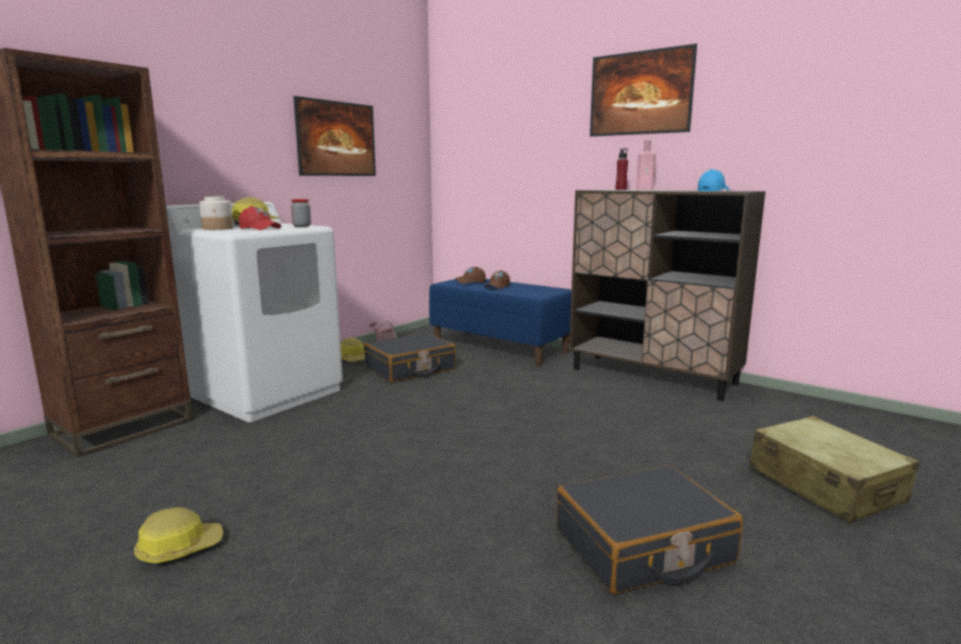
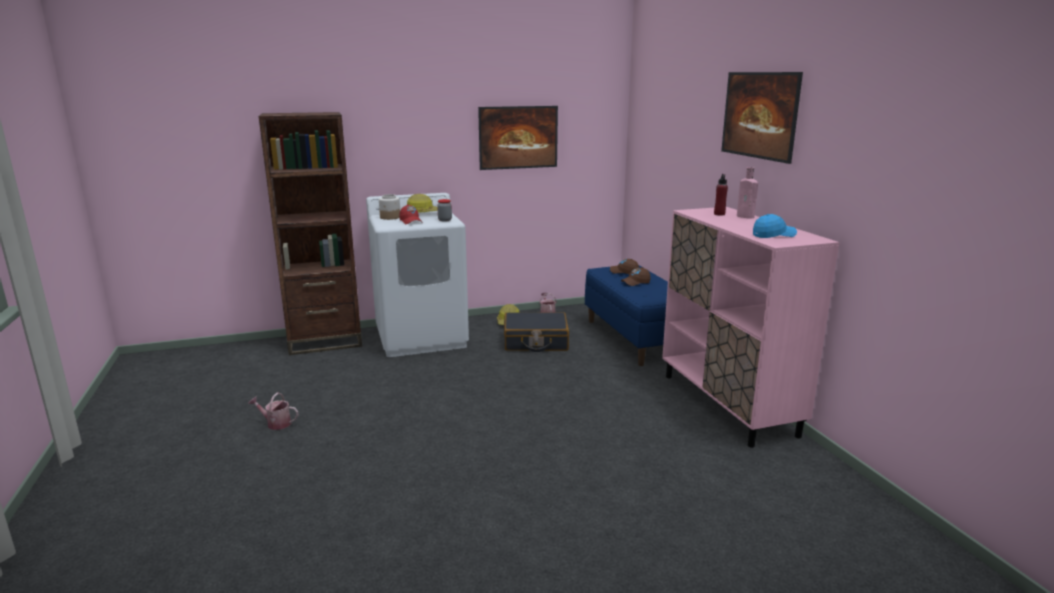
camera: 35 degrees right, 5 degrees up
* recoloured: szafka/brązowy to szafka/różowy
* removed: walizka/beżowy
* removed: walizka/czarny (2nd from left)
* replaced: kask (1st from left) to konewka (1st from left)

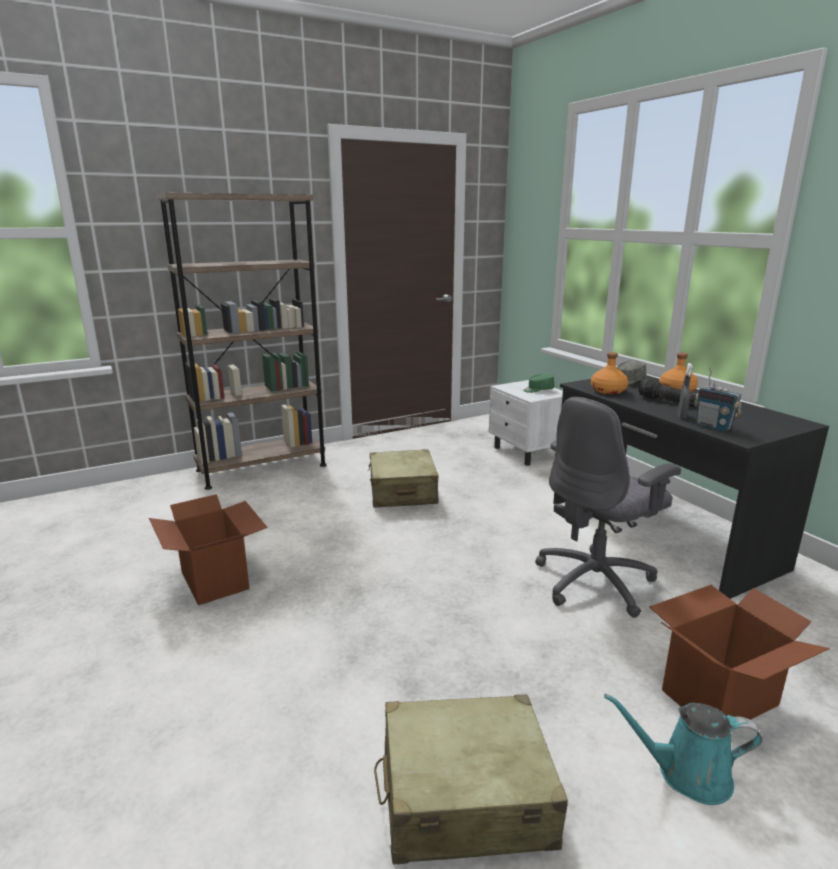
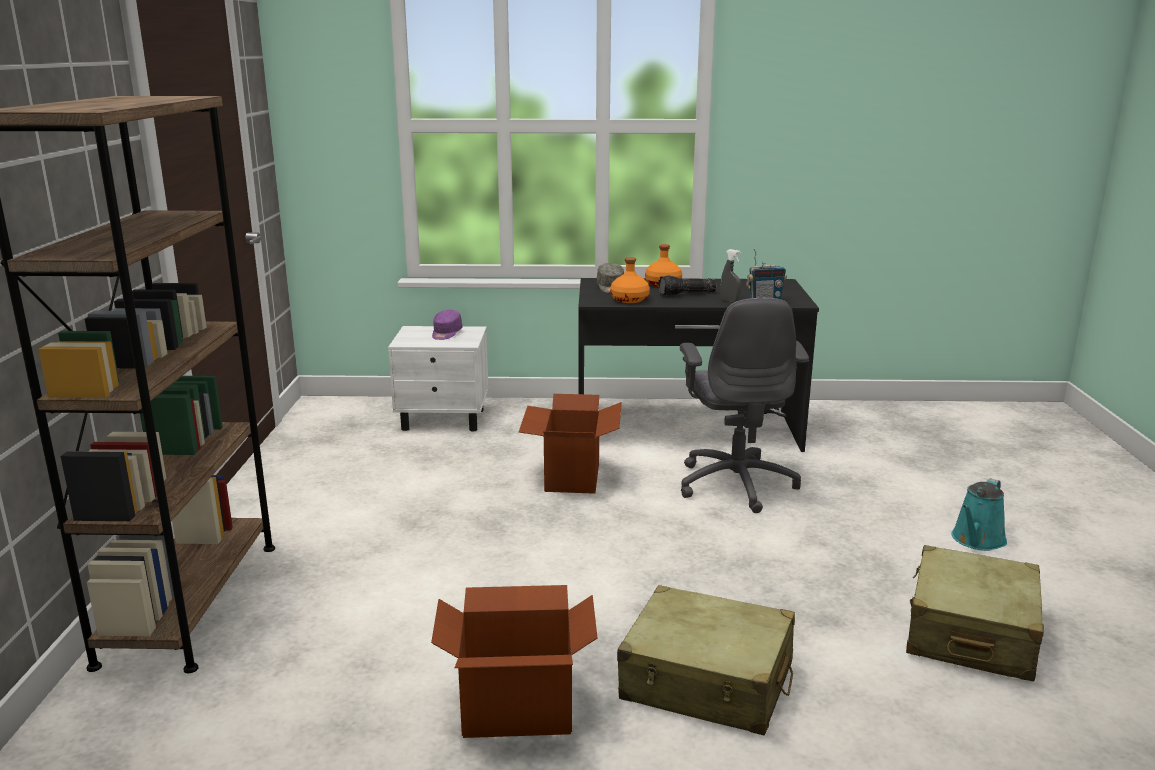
camera: 60 degrees left, 0 degrees up
* recoloured: czapka z daszkiem/zielony to czapka z daszkiem/fioletowy
* moved: walizka/beżowy (1st from left)
* moved: karton (2nd from left)

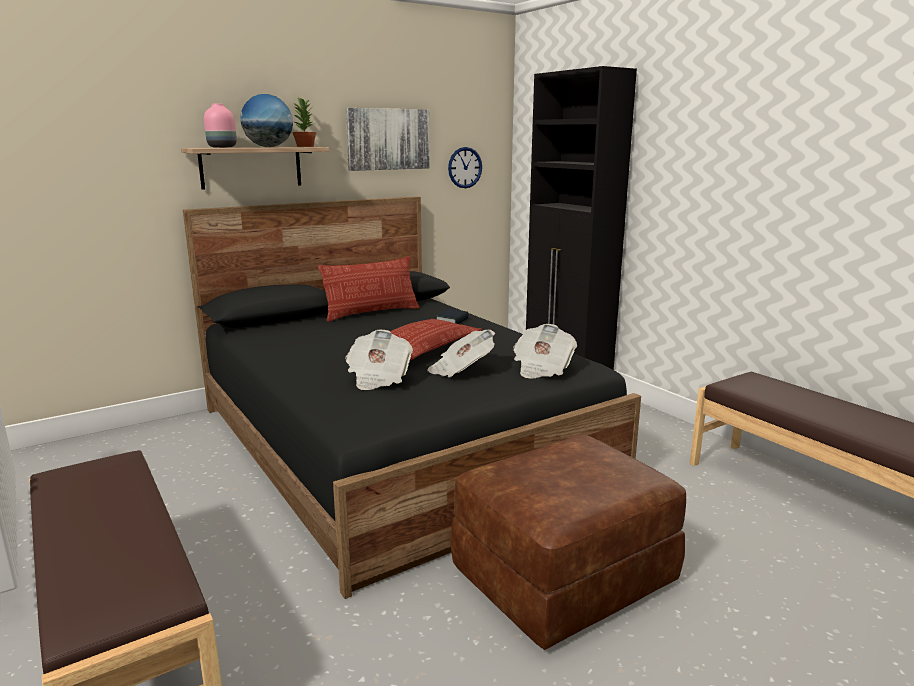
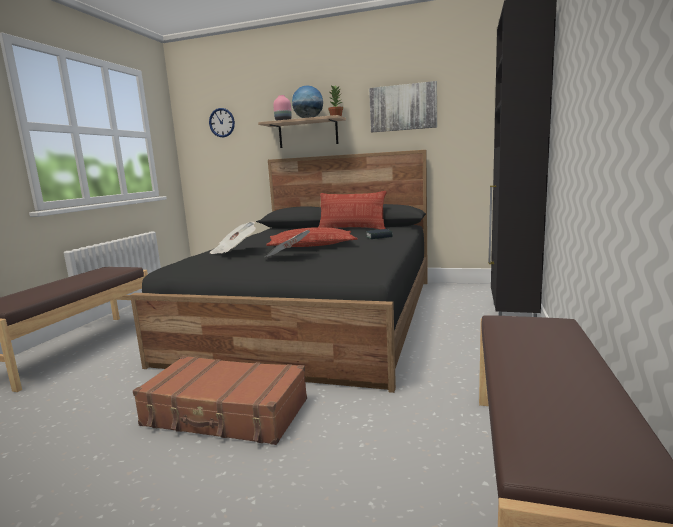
camera: 50 degrees right, 5 degrees down
* moved: zegar ścienny
* removed: gazeta (3rd from left)
* replaced: pufa/brązowy to walizka/brązowy

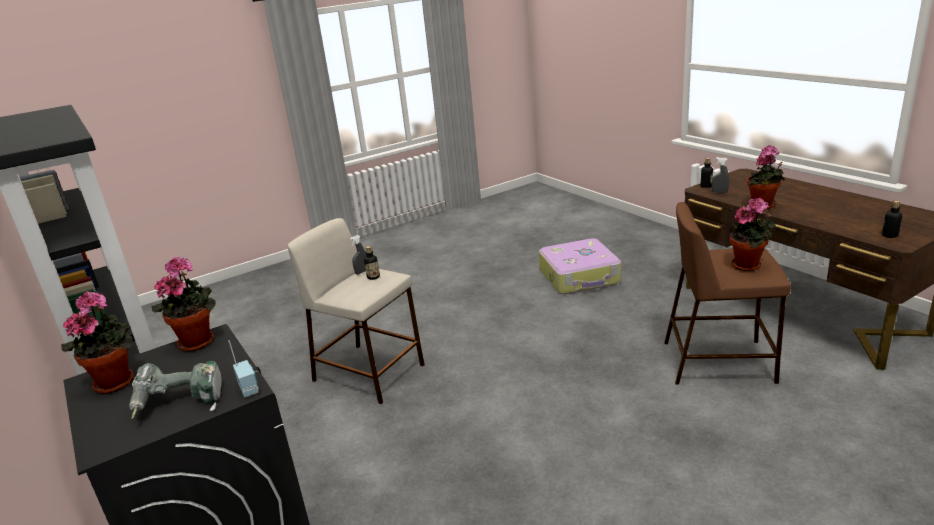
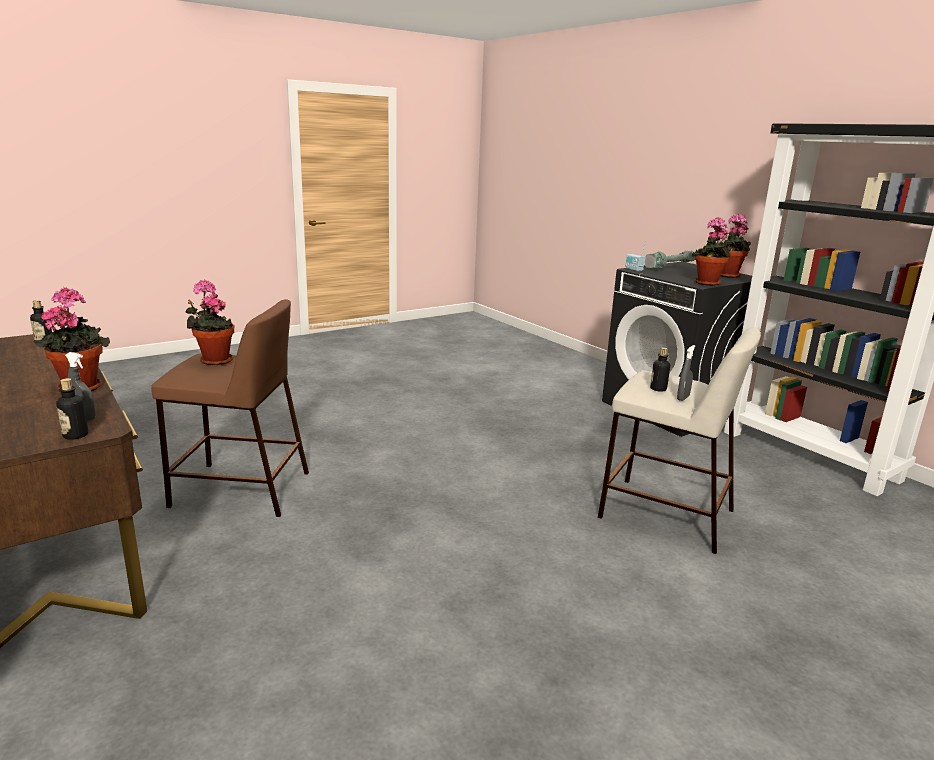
camera: 175 degrees right, 5 degrees down
* removed: walizka

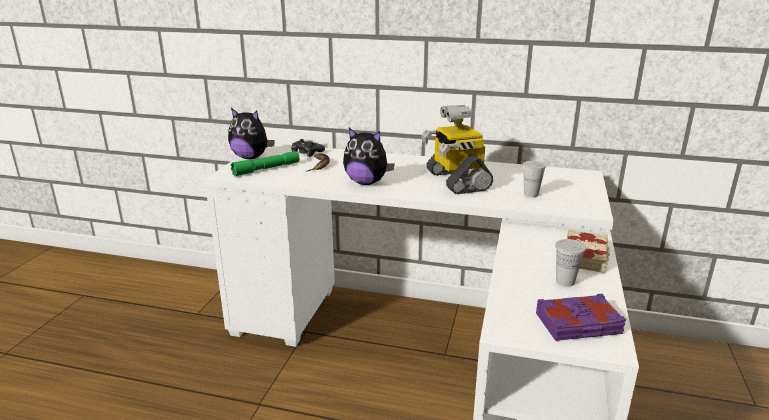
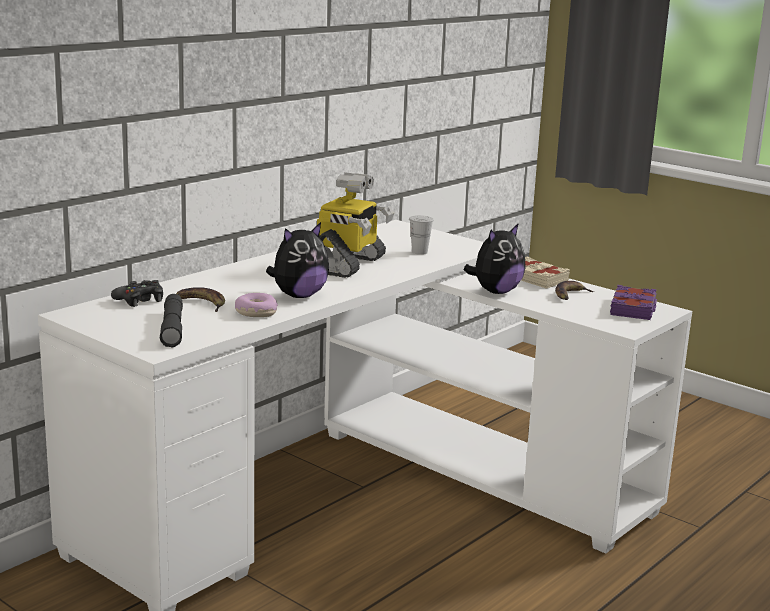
camera: 65 degrees left, 5 degrees down
* turned: robot zabawkowy 75 degrees counterclockwise
* moved: pluszak (1st from left in the first image) to pluszak (2nd from left)
* recoloured: latarka/zielony to latarka/szary
* replaced: filiżanka/biały (2nd from left) to banan (2nd from left)
* added: donut

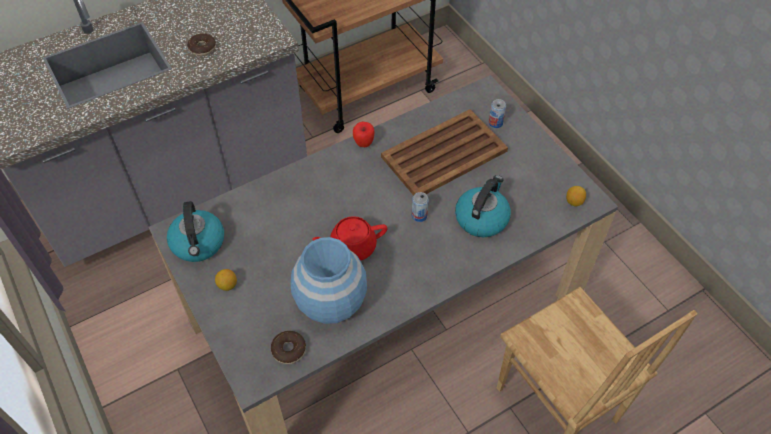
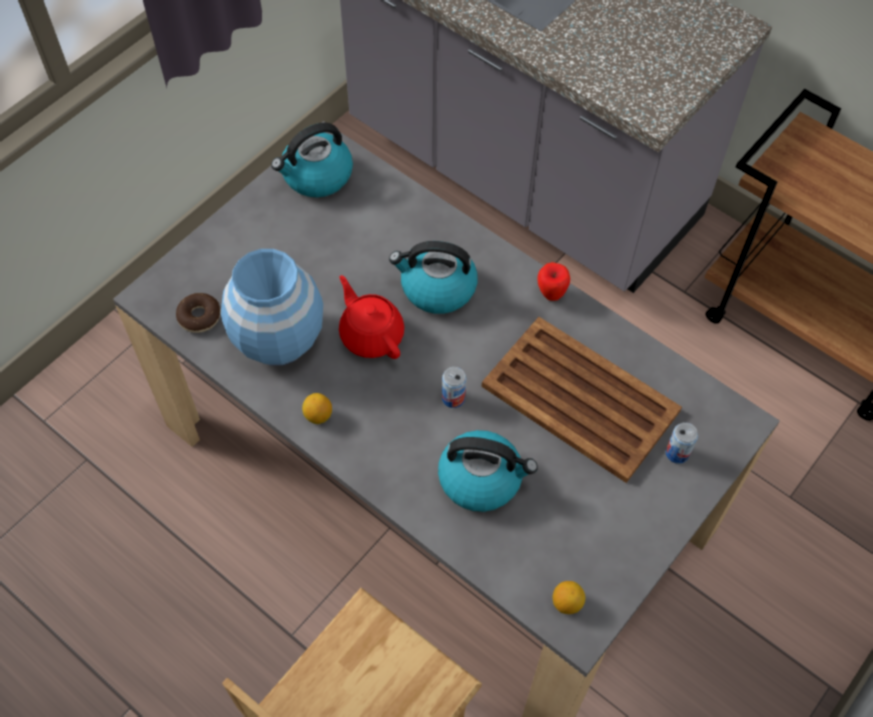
camera: 70 degrees right, 5 degrees up
* removed: donut (1st from left)
* moved: cytryna (1st from left)
* added: czajnik (2nd from left)

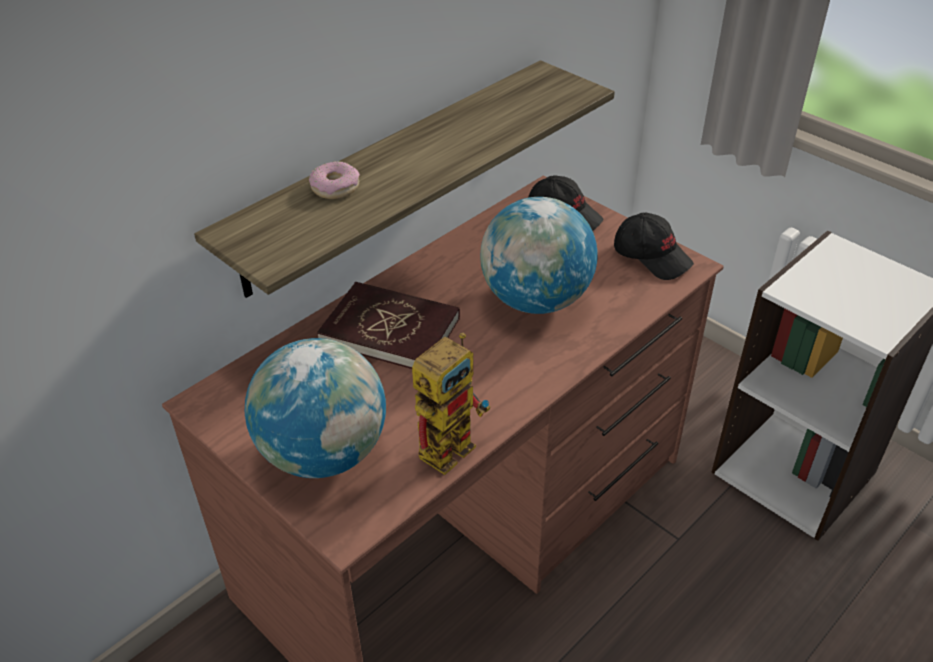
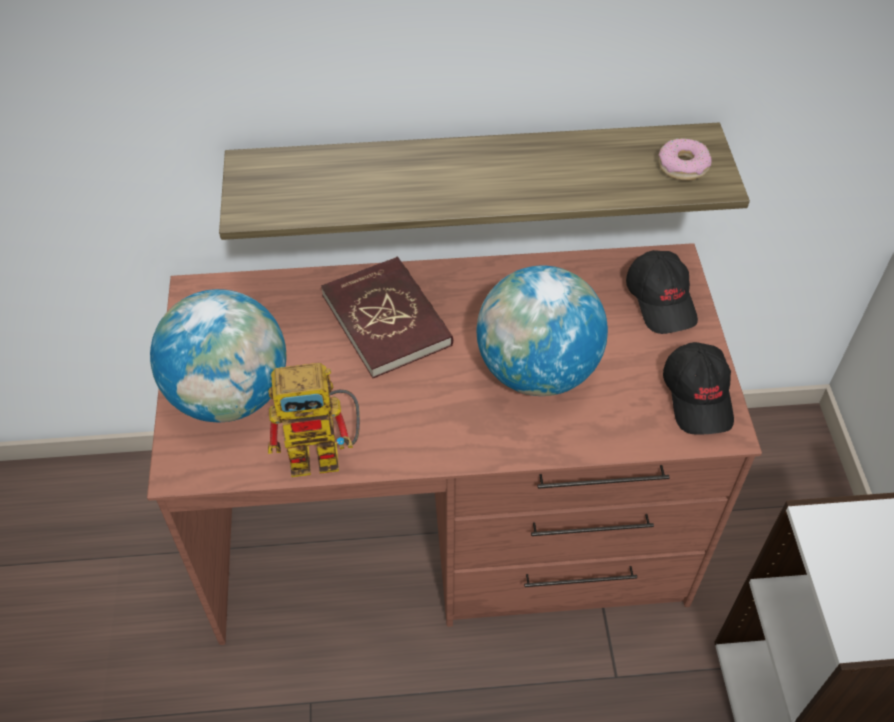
camera: 40 degrees right, 10 degrees up
* moved: donut

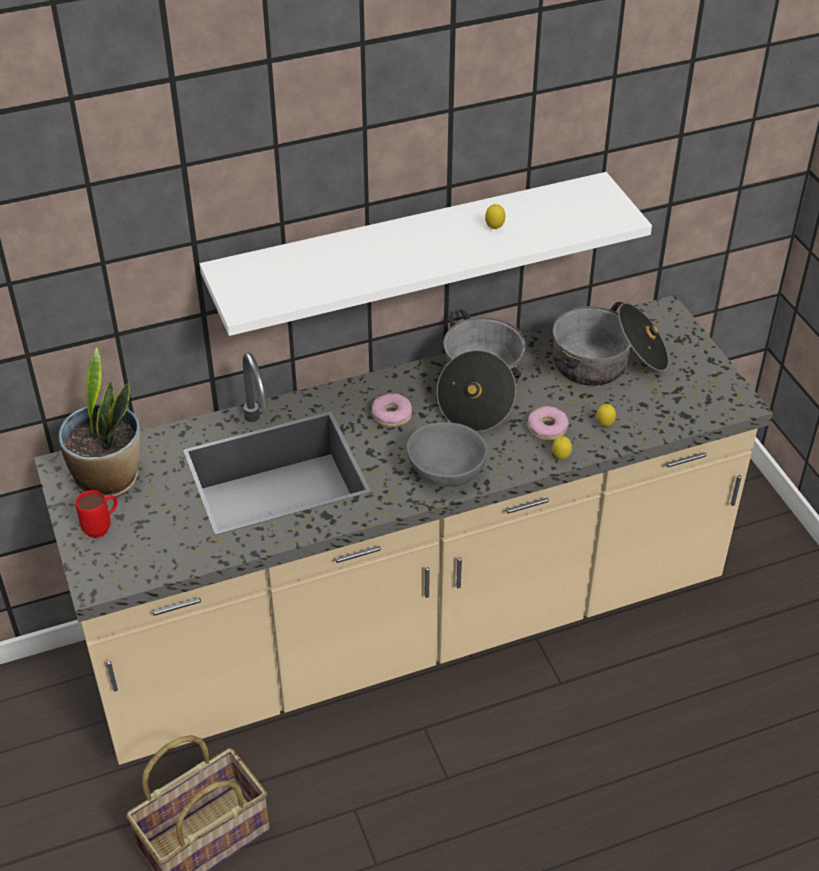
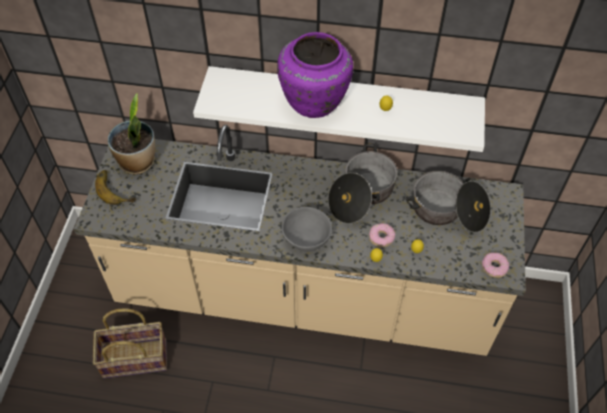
camera: 30 degrees right, 10 degrees up
* moved: donut (1st from left in the first image) to donut (2nd from left)
* replaced: kubek/czerwony to banan
* added: wazon/fioletowy

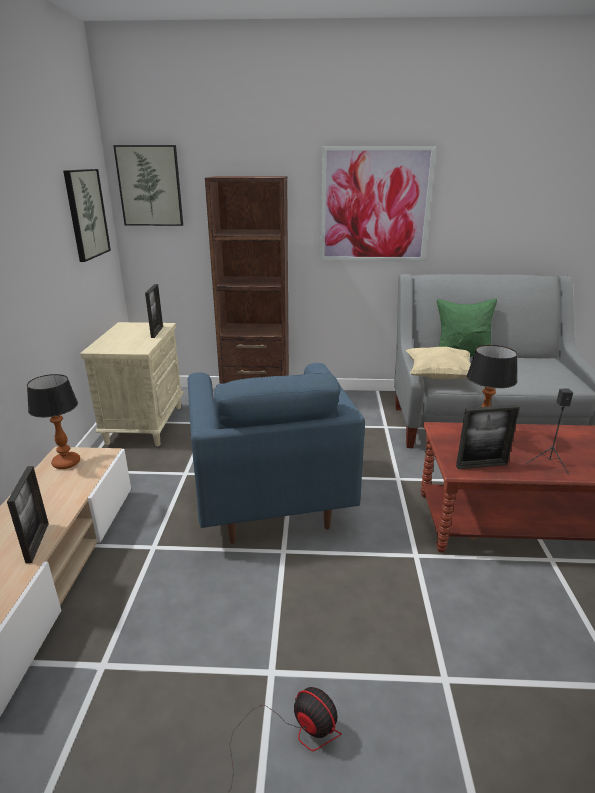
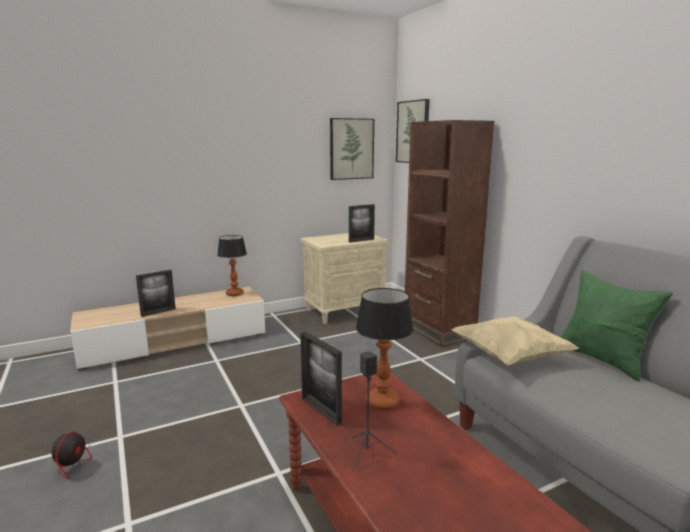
camera: 60 degrees right, 10 degrees down
* removed: obraz (3rd from left)
* removed: fotel/niebieski

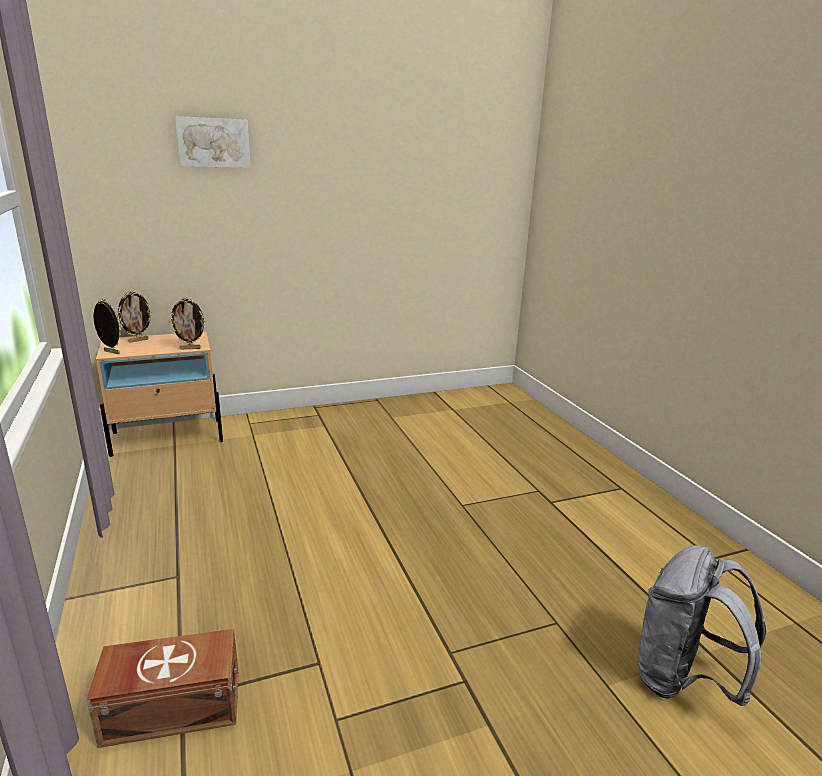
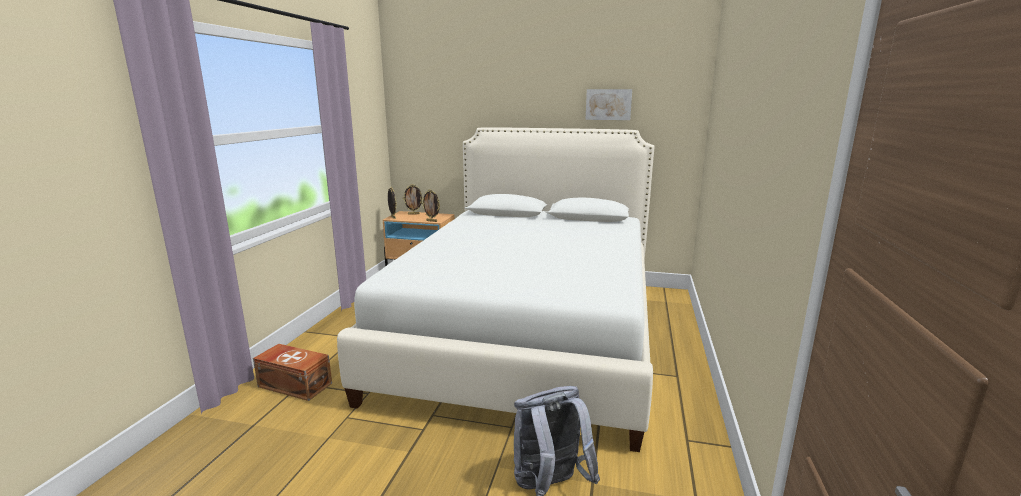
camera: 35 degrees right, 5 degrees down
* moved: obraz
* added: łóżko/biały

